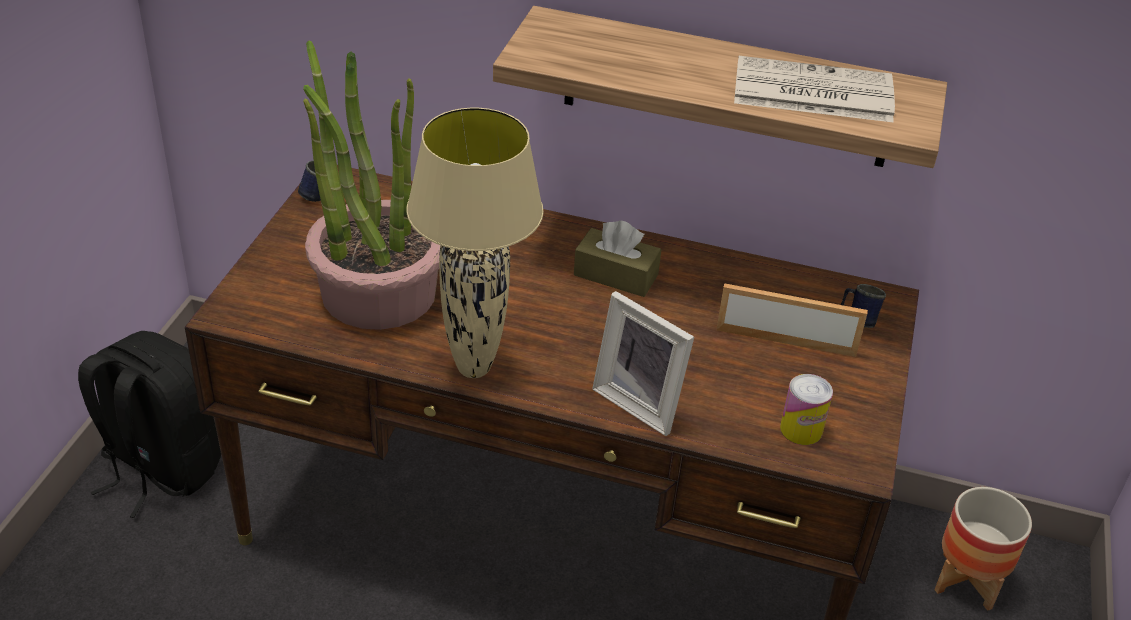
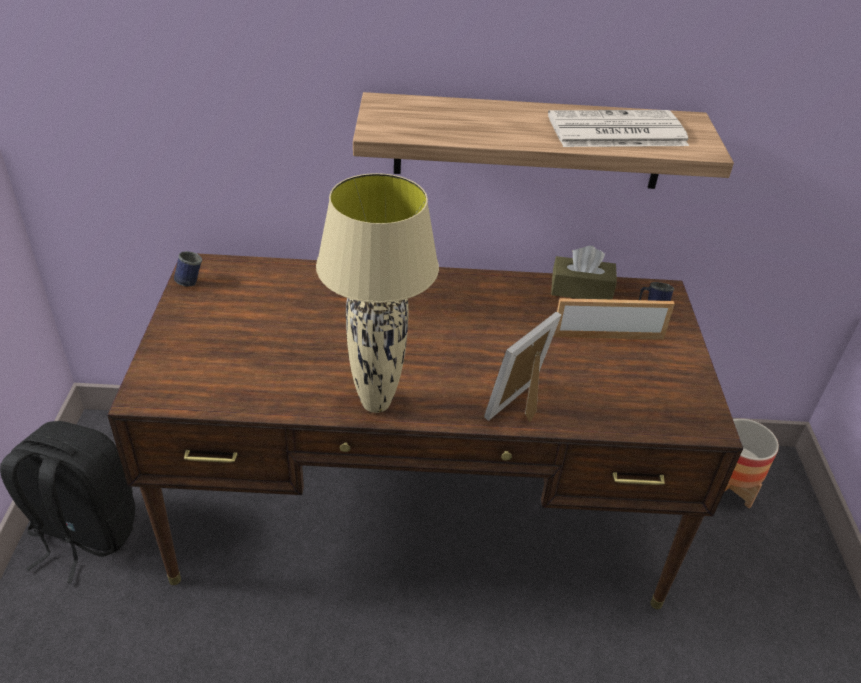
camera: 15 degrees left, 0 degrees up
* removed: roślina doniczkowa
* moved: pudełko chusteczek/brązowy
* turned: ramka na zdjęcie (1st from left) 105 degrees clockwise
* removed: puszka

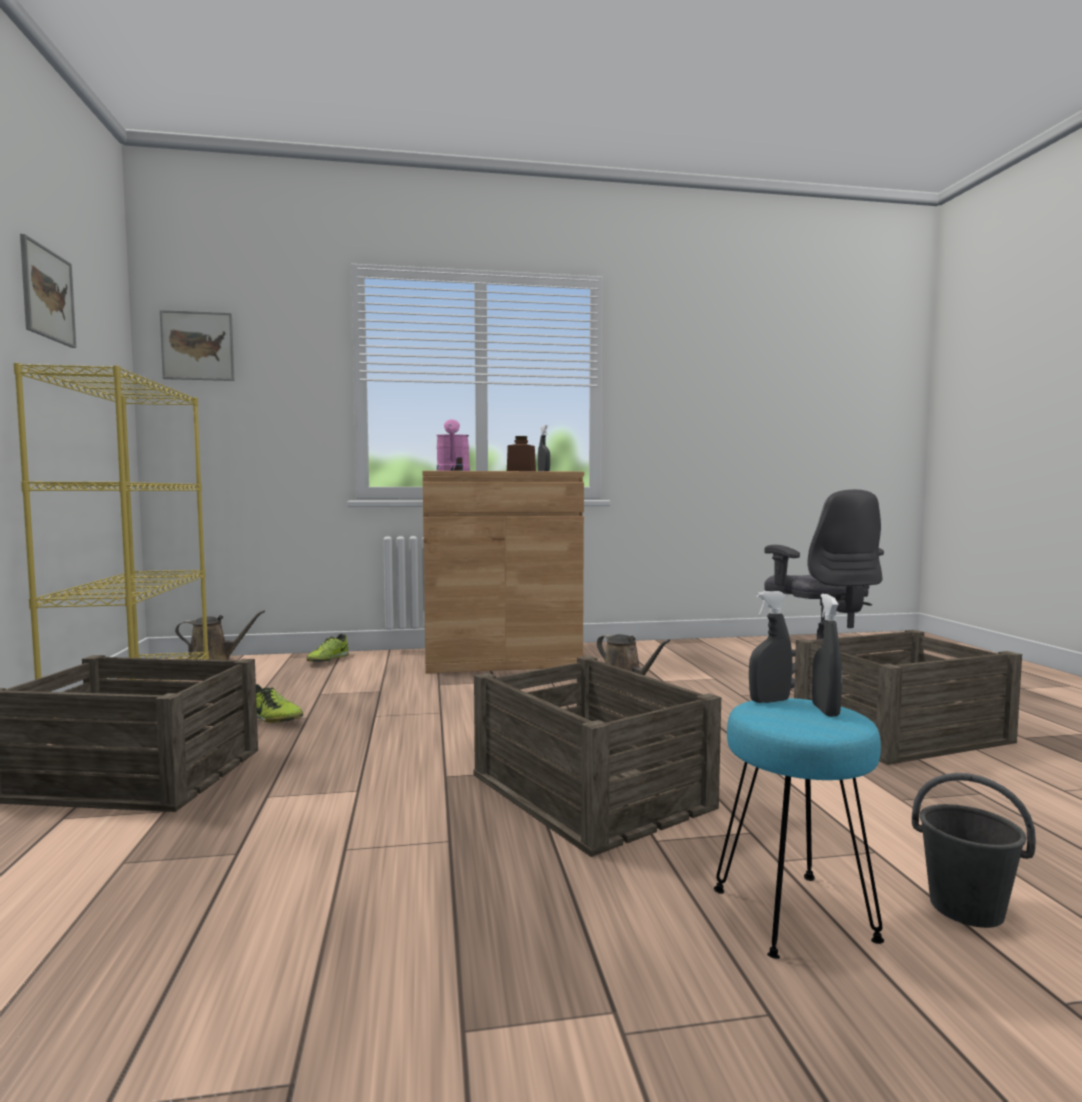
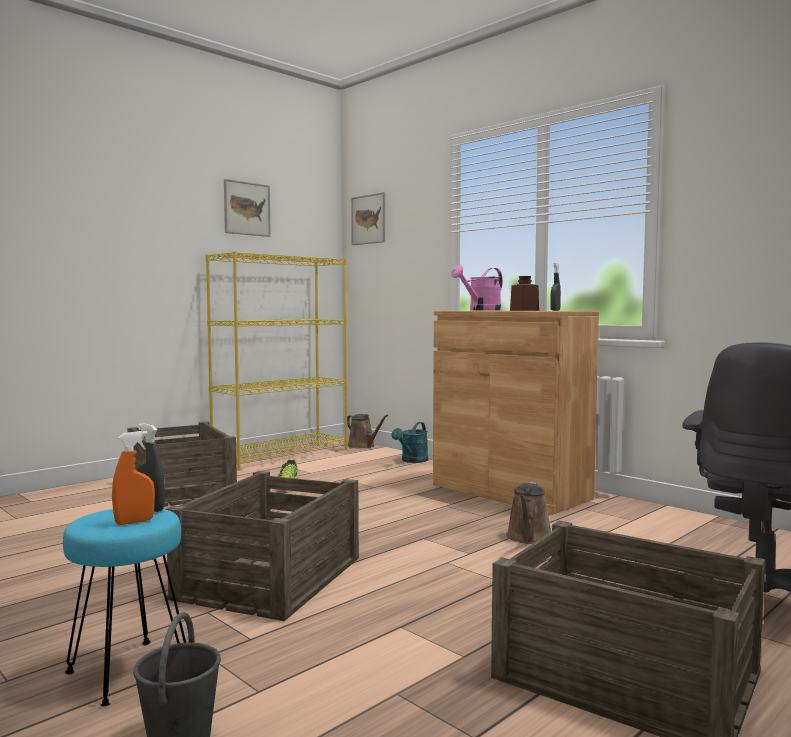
camera: 55 degrees right, 0 degrees up
* recoloured: spryskiwacz/szary (3rd from left) to spryskiwacz/pomarańczowy
* replaced: but (2nd from left) to konewka/turkusowy

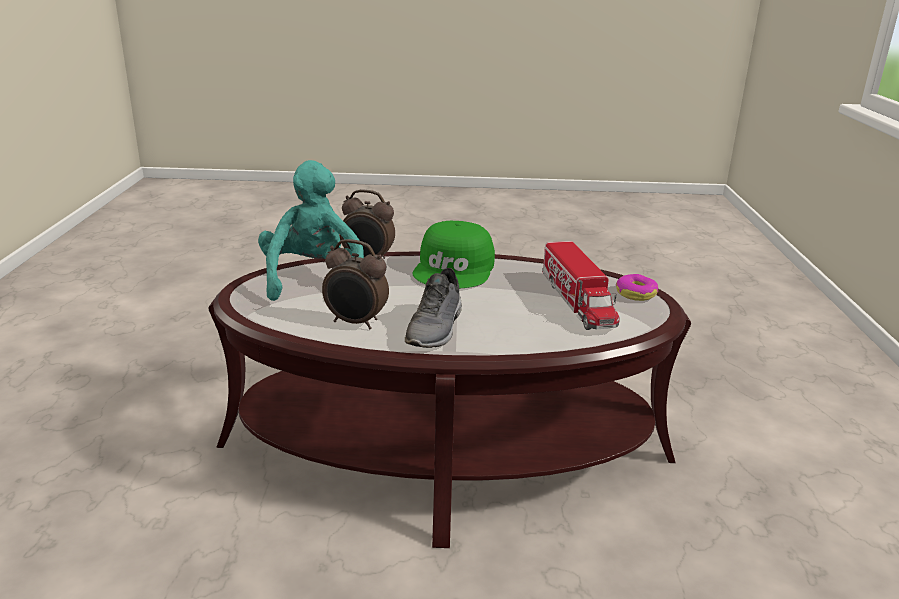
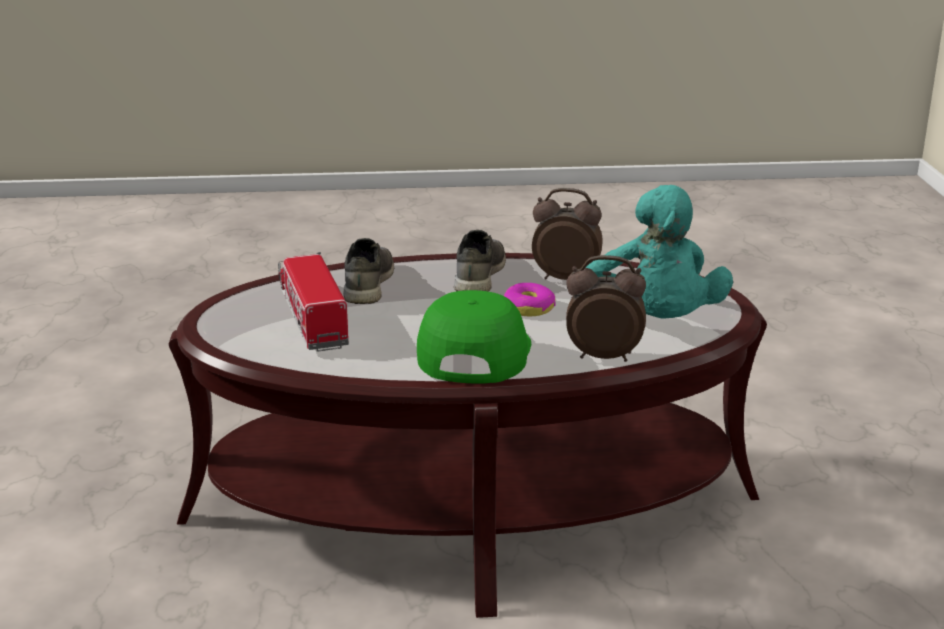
camera: 175 degrees right, 0 degrees up
* moved: donut
* added: but/szary (1st from left)

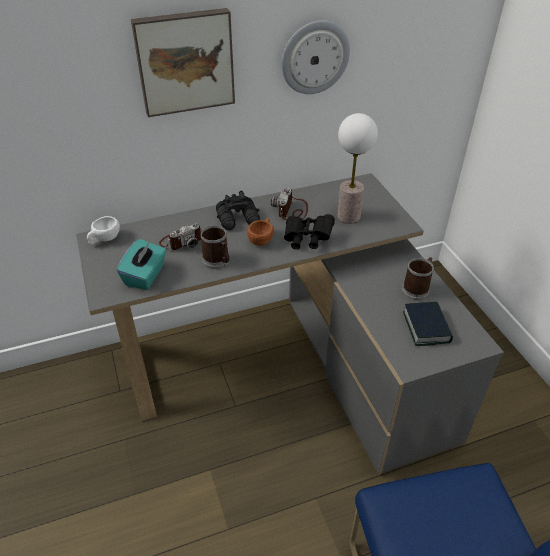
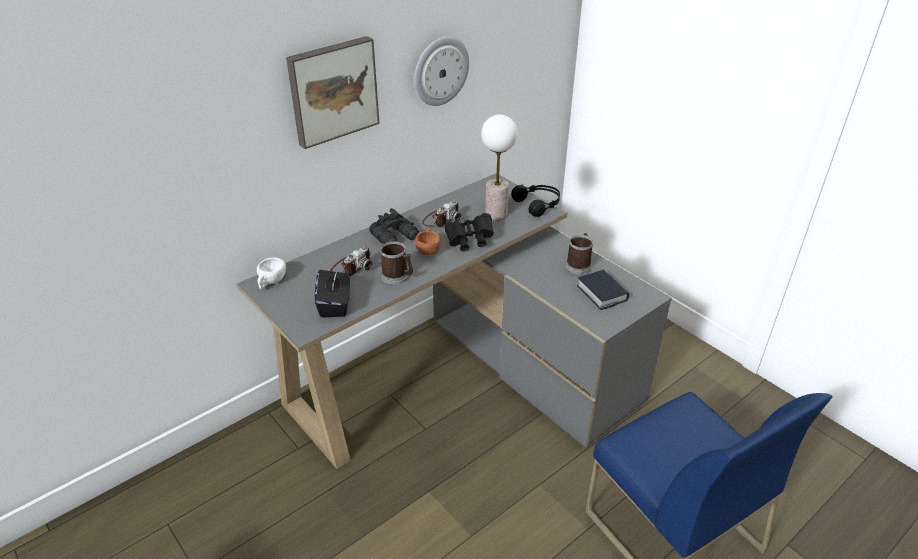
camera: 20 degrees left, 5 degrees down
* turned: aparat fotograficzny (2nd from left) 135 degrees counterclockwise
* recoloured: pudełko chusteczek/turkusowy to pudełko chusteczek/czarny
* added: słuchawki/czarny

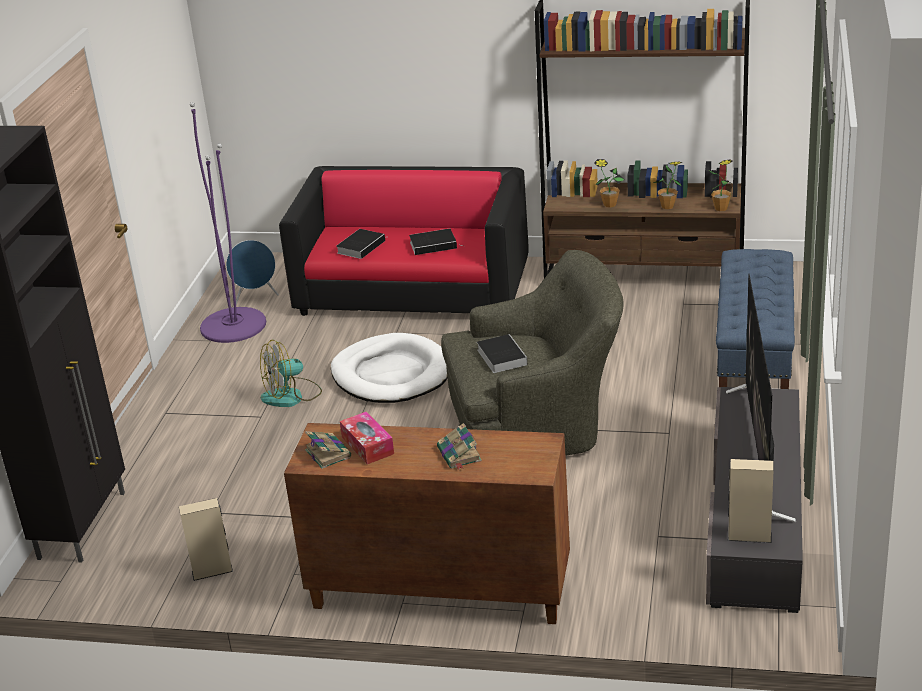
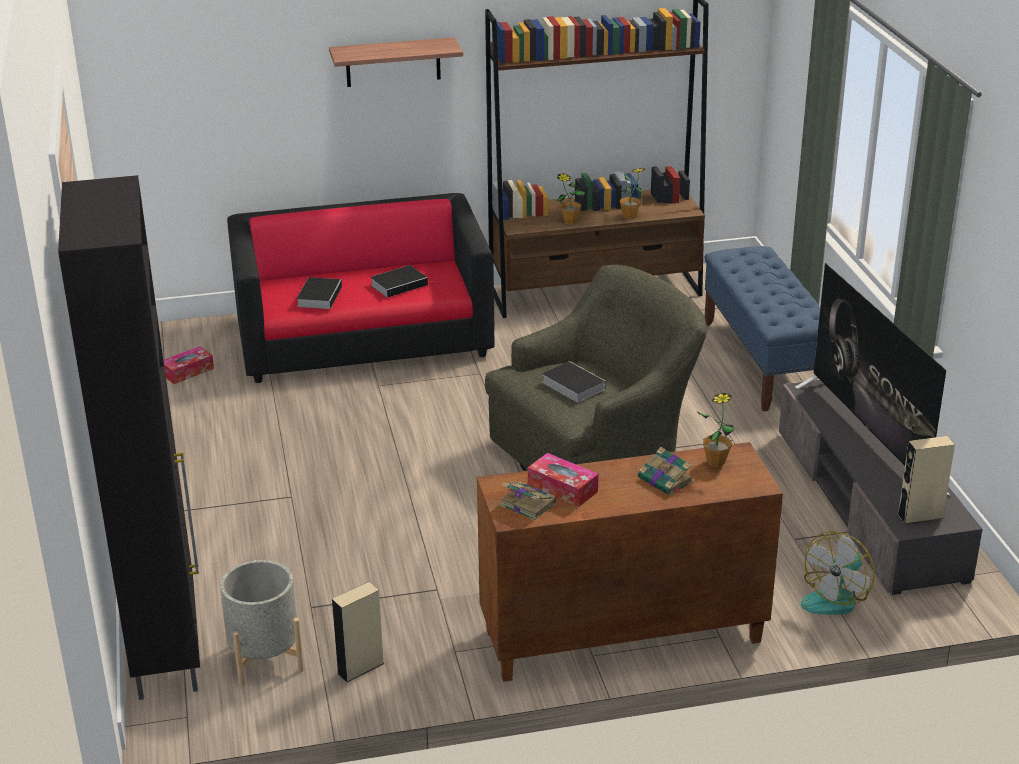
camera: 25 degrees left, 0 degrees up
* removed: lampa stojąca/fioletowy
* moved: roślina doniczkowa (3rd from left)
* replaced: głośnik/niebieski to pudełko chusteczek (1st from left)
* removed: legowisko/biały
* moved: wentylator
* added: półka
* added: donica/szary

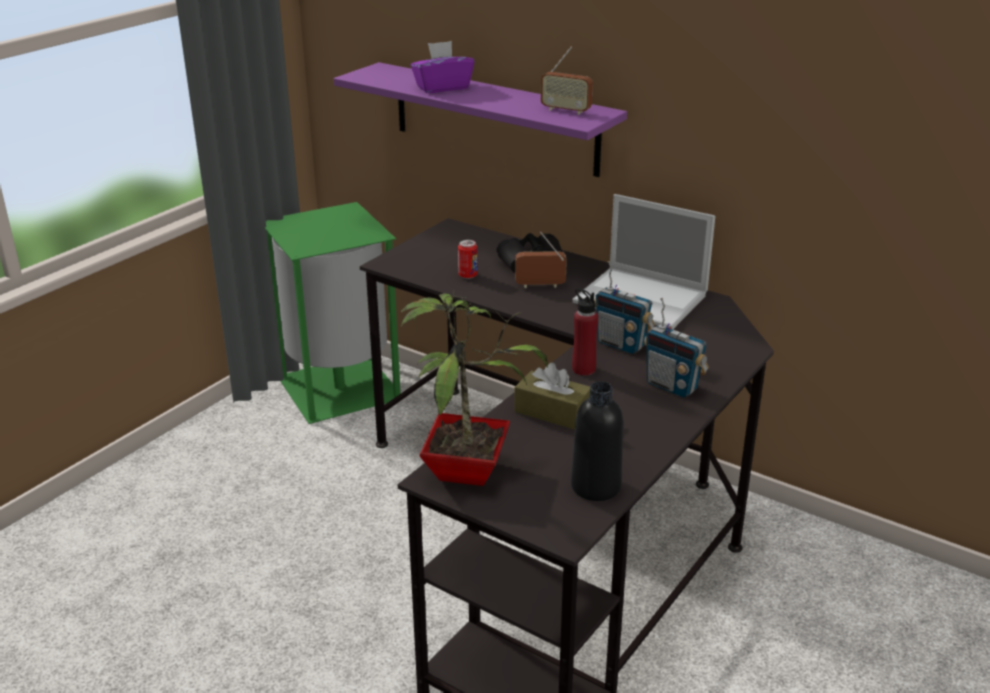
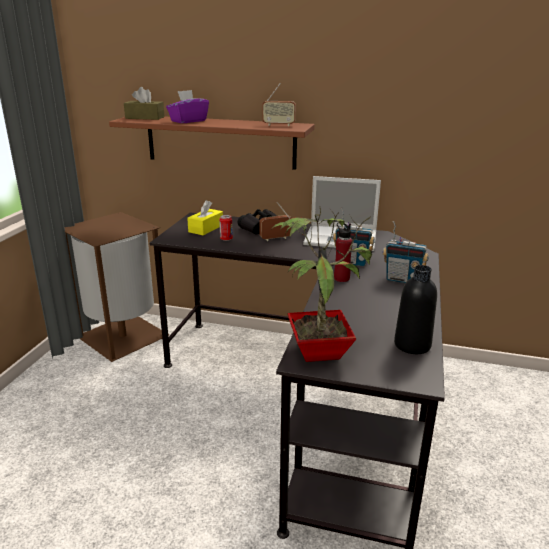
camera: 20 degrees left, 5 degrees down
* recoloured: półka/fioletowy to półka/brązowy
* recoloured: kosz na śmieci/zielony to kosz na śmieci/brązowy
* moved: pudełko chusteczek/brązowy
* added: pudełko chusteczek/żółty

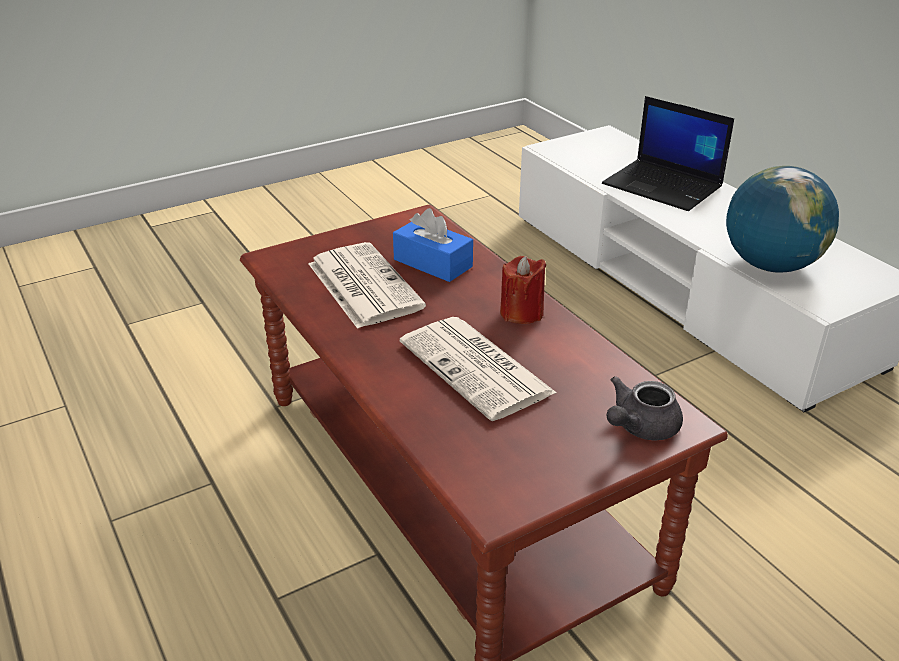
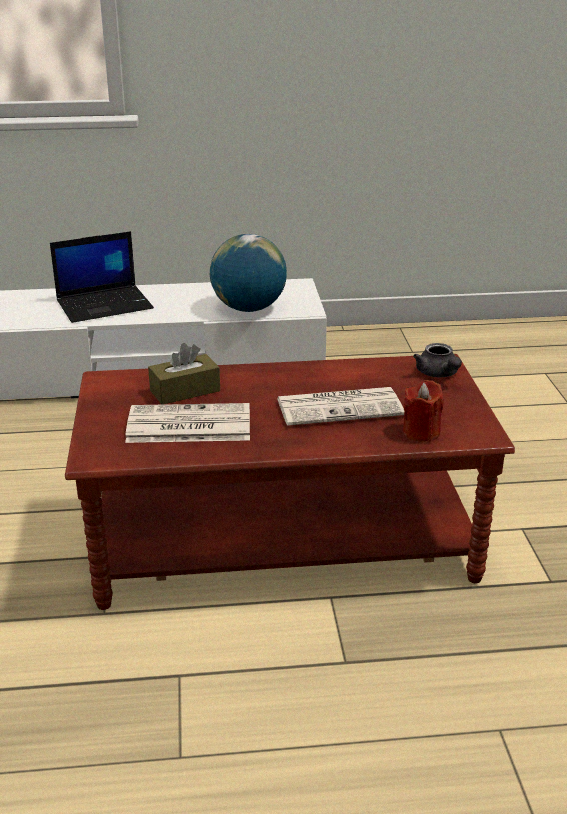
camera: 65 degrees left, 5 degrees down
* recoloured: pudełko chusteczek/niebieski to pudełko chusteczek/brązowy
* moved: świeca/czerwony

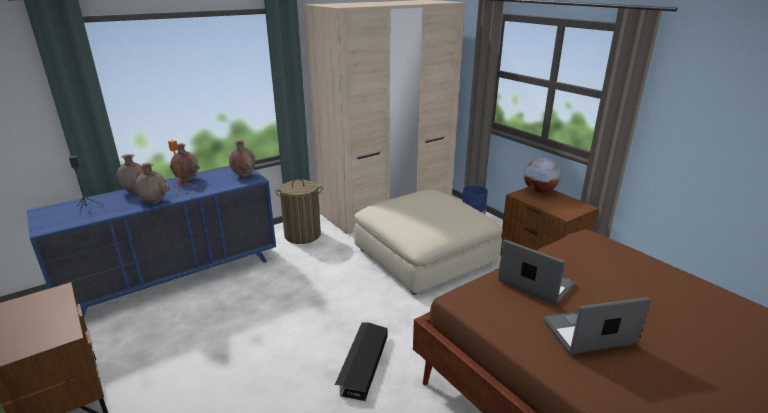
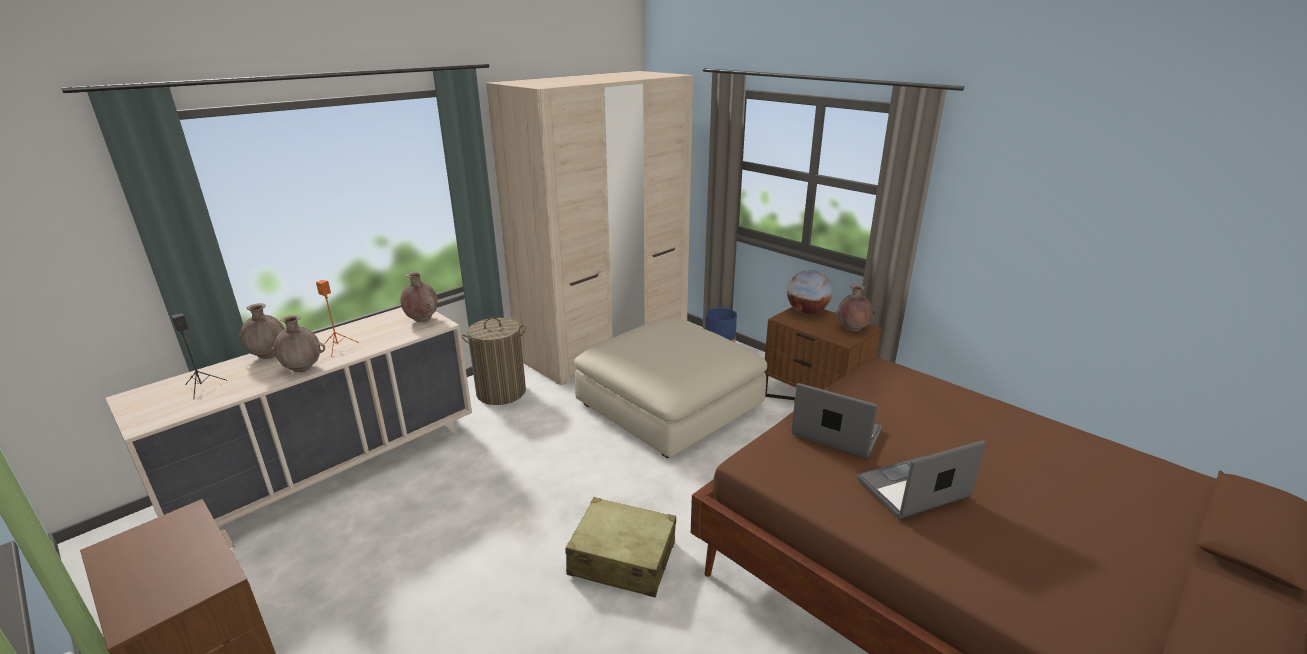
camera: 10 degrees left, 0 degrees up
* moved: wazon/brązowy (3rd from left in the first image) to wazon/brązowy (4th from left)
* recoloured: komoda/niebieski to komoda/beżowy
* replaced: pojemnik do przechowywania/czarny to walizka/beżowy

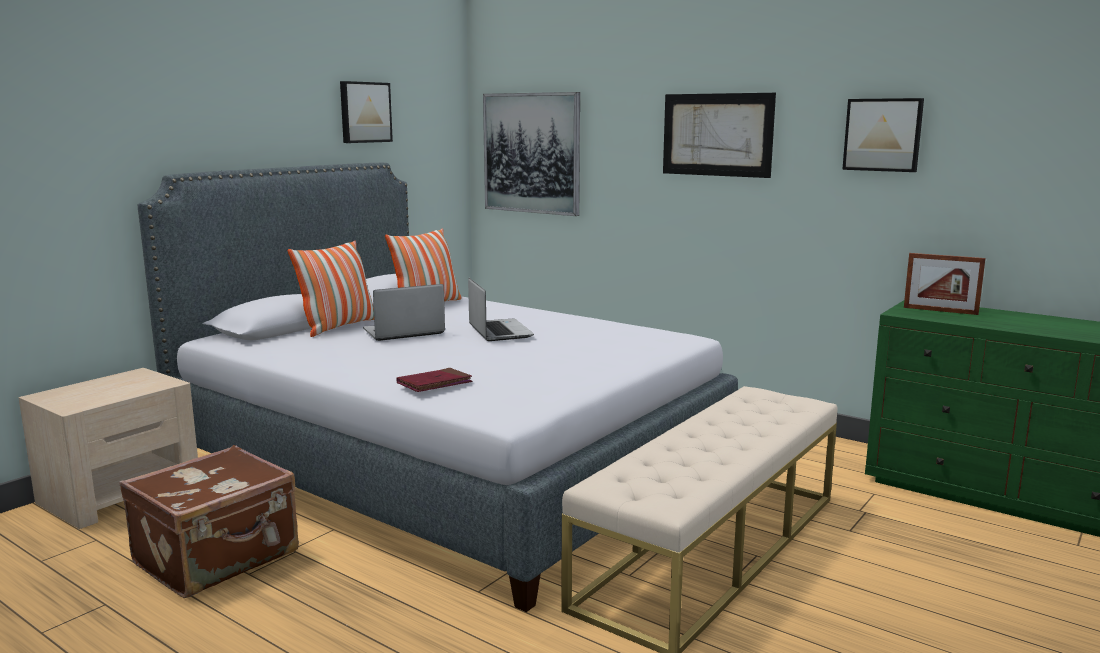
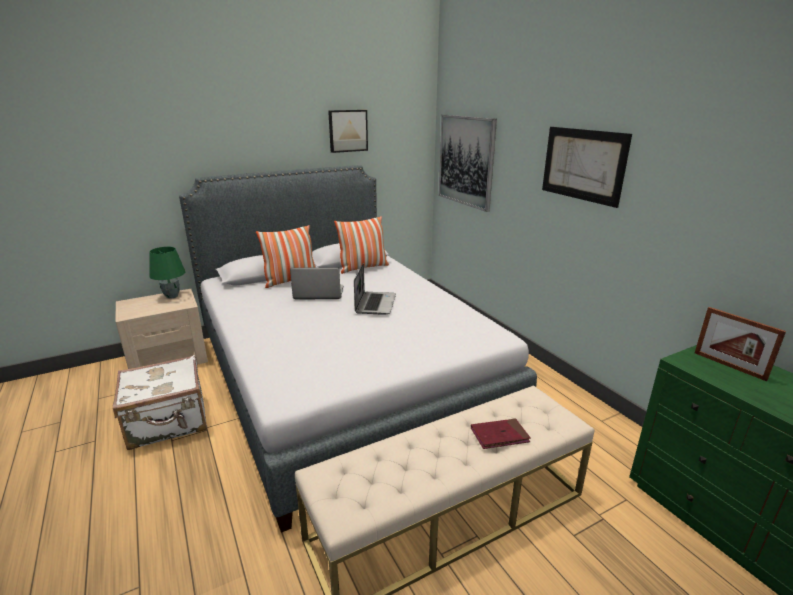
camera: 25 degrees right, 10 degrees up
* removed: obraz (4th from left)
* moved: książka/czerwony
* recoloured: walizka/brązowy to walizka/biały
* added: lampa stołowa/zielony

